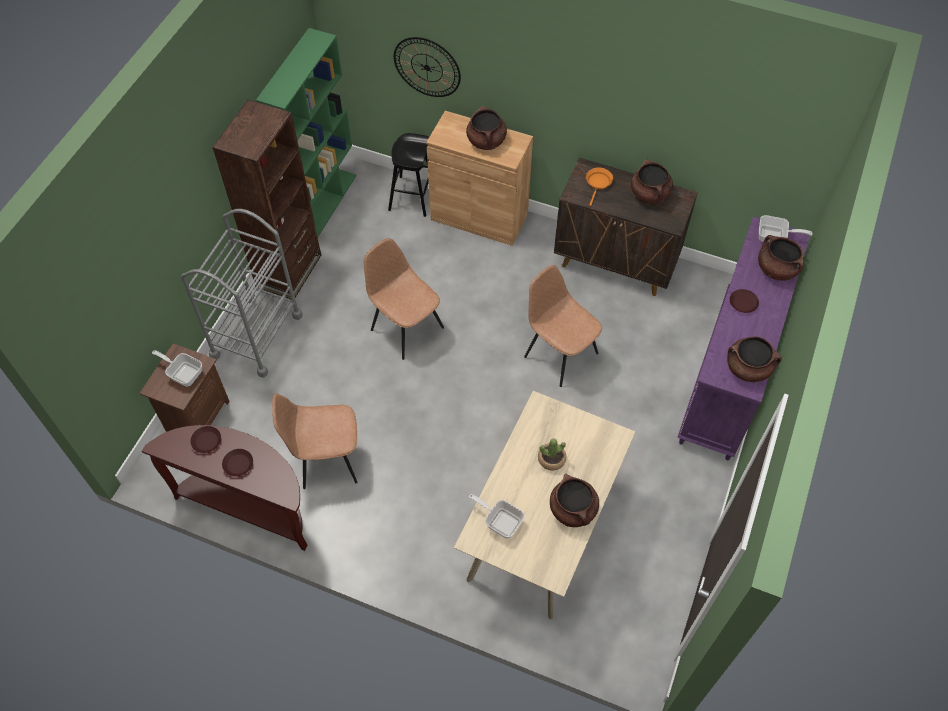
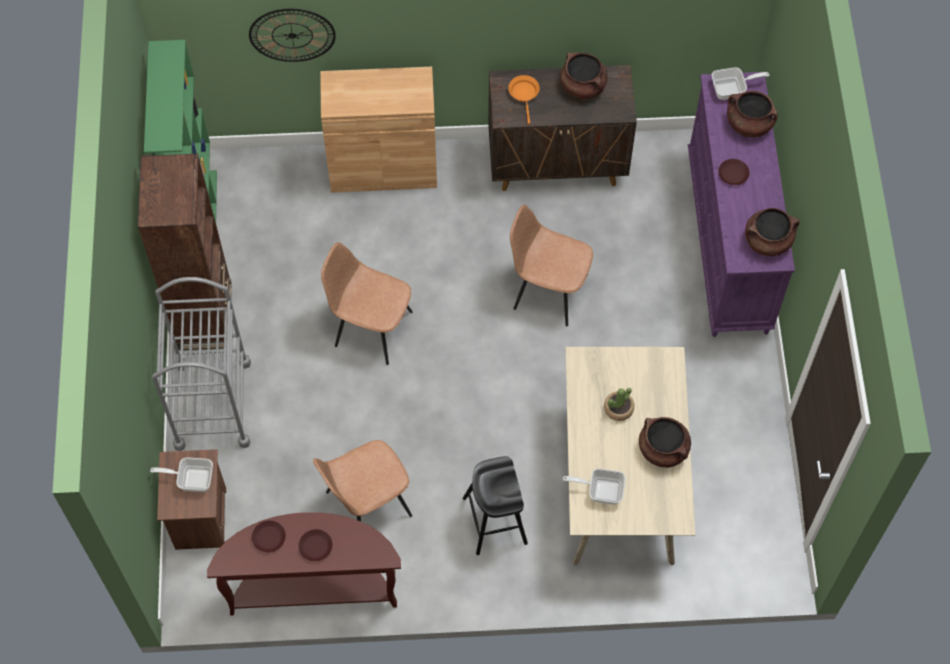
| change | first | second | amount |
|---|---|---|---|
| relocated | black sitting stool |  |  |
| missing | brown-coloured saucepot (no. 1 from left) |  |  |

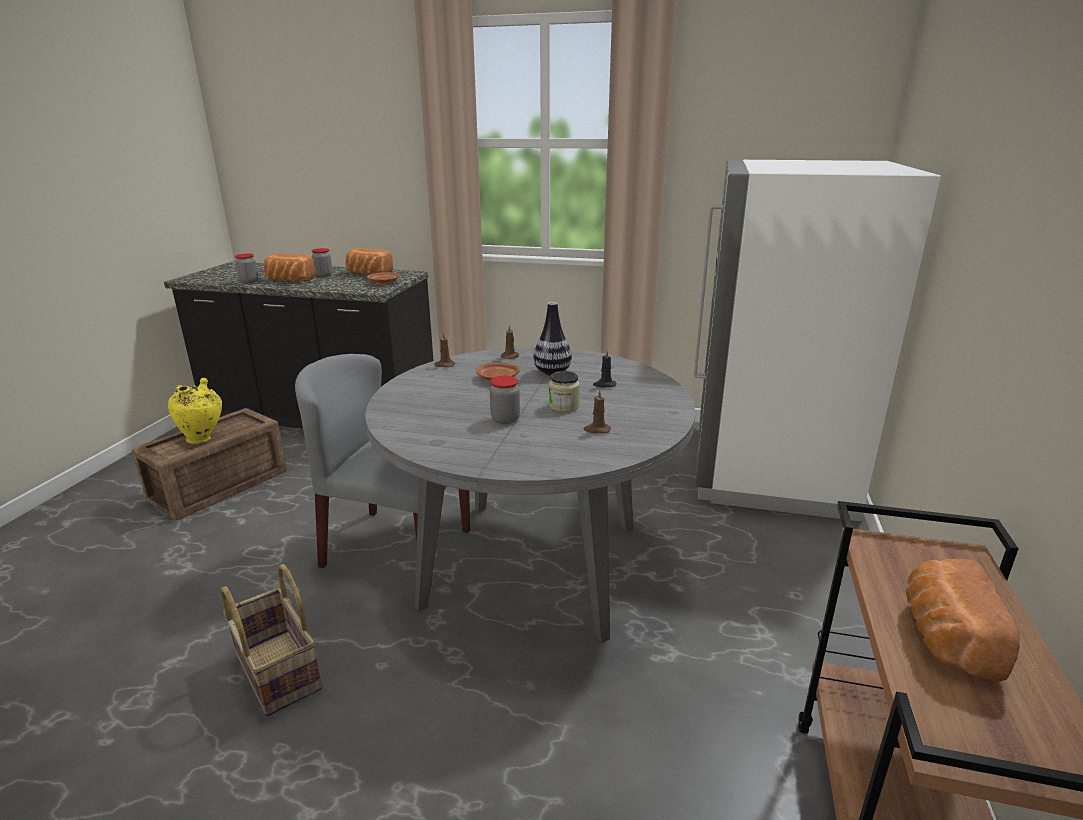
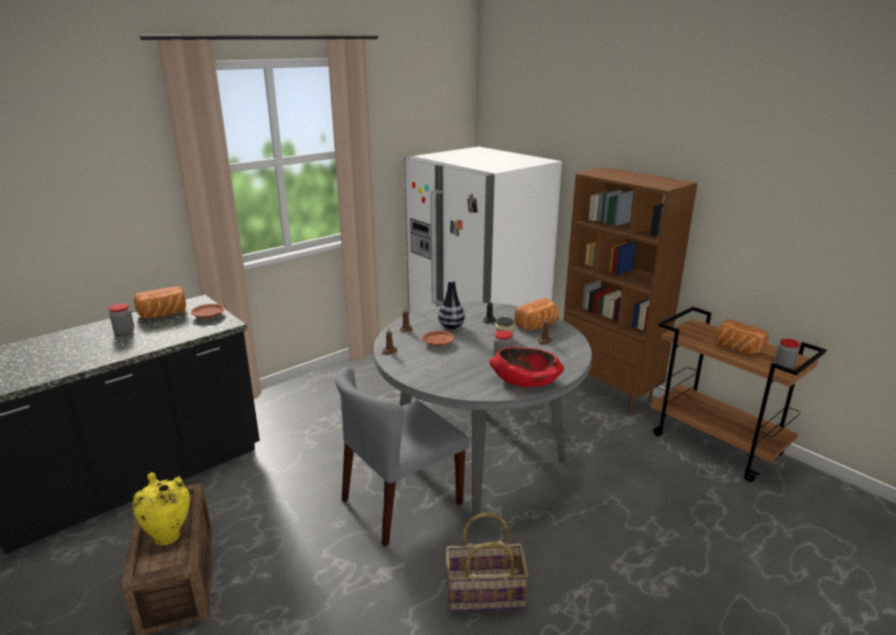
| change | first | second | amount |
|---|---|---|---|
| relocated | jar (no. 1 from left in the first image) | jar (no. 4 from left) |  |
| relocated | baked bread (no. 1 from left in the first image) | baked bread (no. 2 from left) |  |
| appeared |  | red bowl |  |
| appeared |  | brown-coloured bookcase |  |

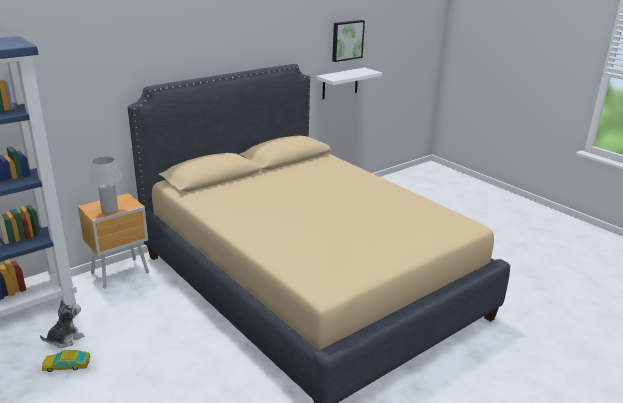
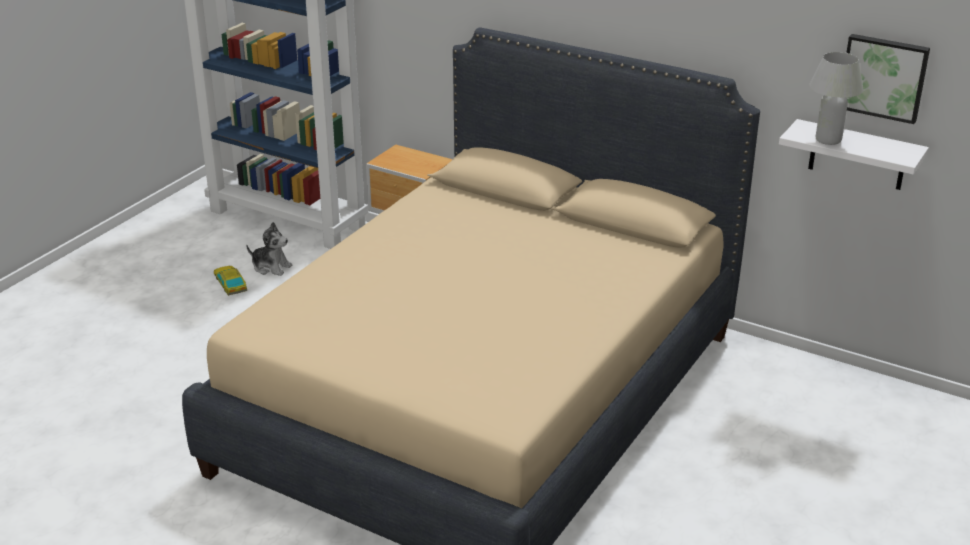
| change | first | second | amount |
|---|---|---|---|
| relocated | whitish table lamp |  |  |

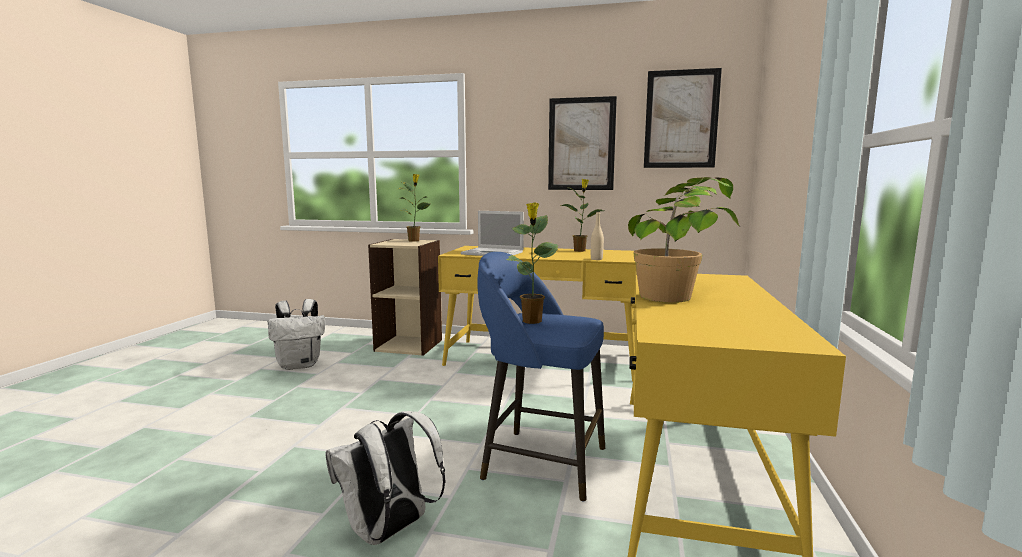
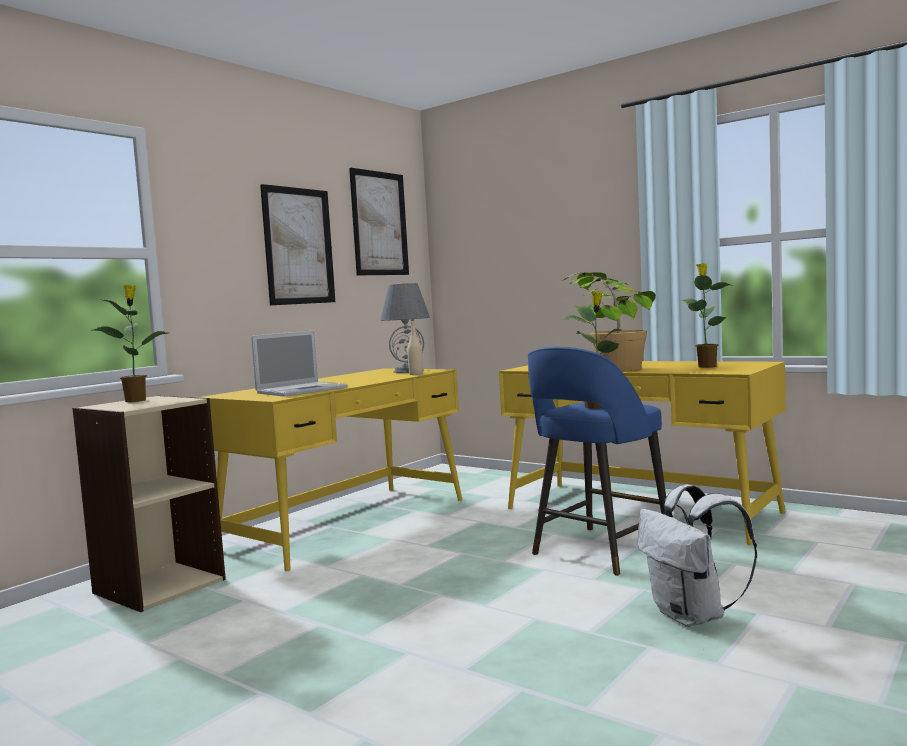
| change | first | second | amount |
|---|---|---|---|
| missing | whitish rucksack (no. 1 from left) |  |  |
| relocated | potted plant (no. 3 from left in the first image) | potted plant (no. 4 from left) |  |
| appeared |  | greyish table lamp |  |

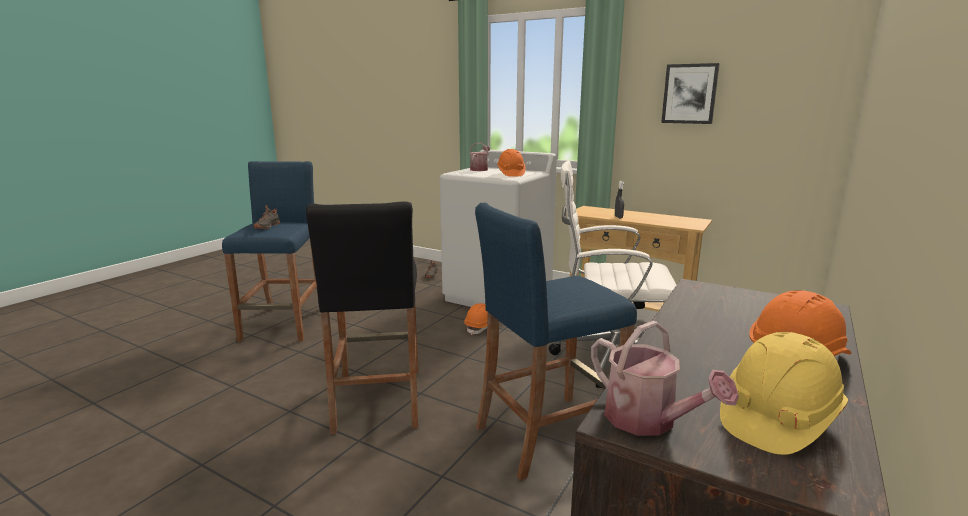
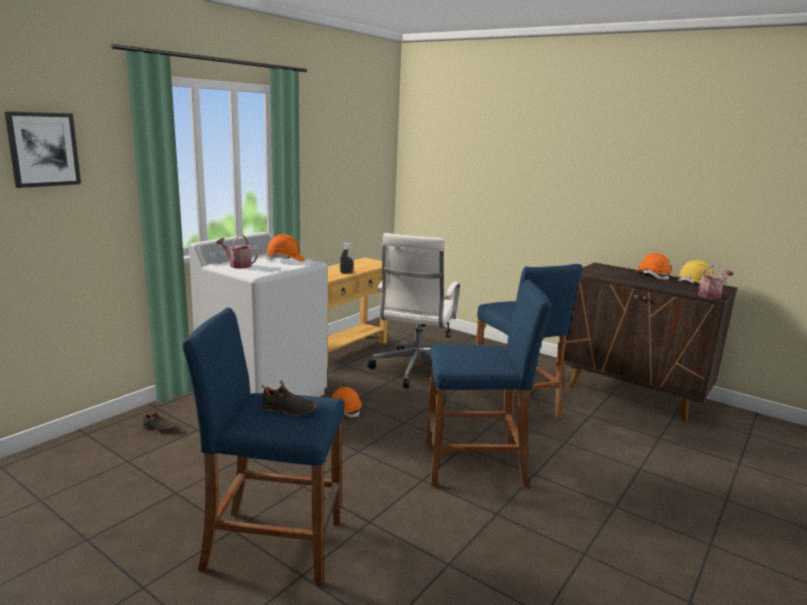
| change | first | second | amount |
|---|---|---|---|
| colour | black sitting stool | blue-coloured sitting stool (no. 2 from left) |  |
| relocated | picture |  |  |

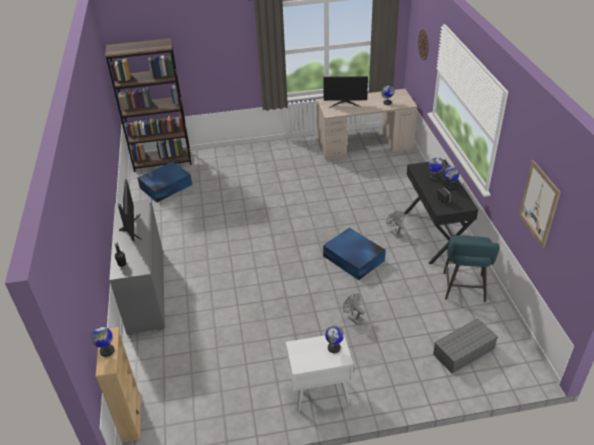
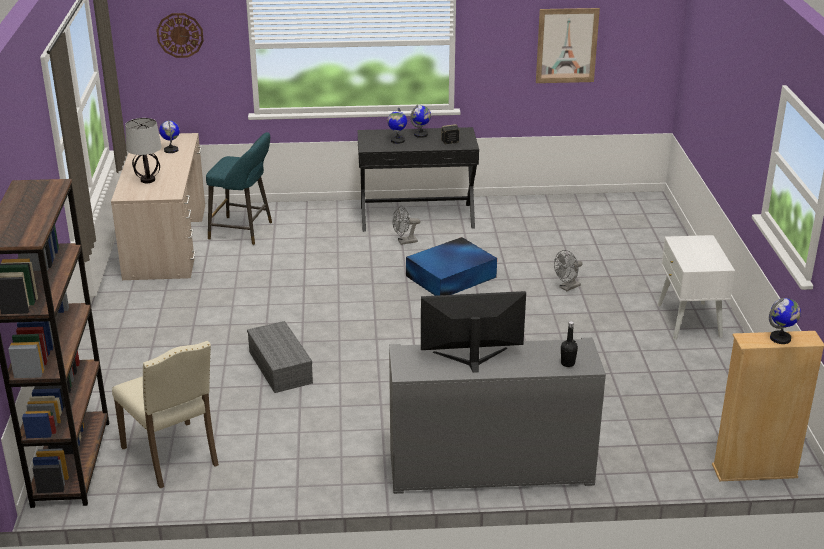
| change | first | second | amount |
|---|---|---|---|
| exchanged | blue-coloured storage container (no. 1 from left) | beige-coloured plain chair |  |
| exchanged | monitor (no. 2 from left) | table lamp |  |
| missing | desk globe (no. 2 from left) |  |  |
| relocated | greyish storage container |  |  |
| relocated | turquoise-coloured sitting stool |  |  |

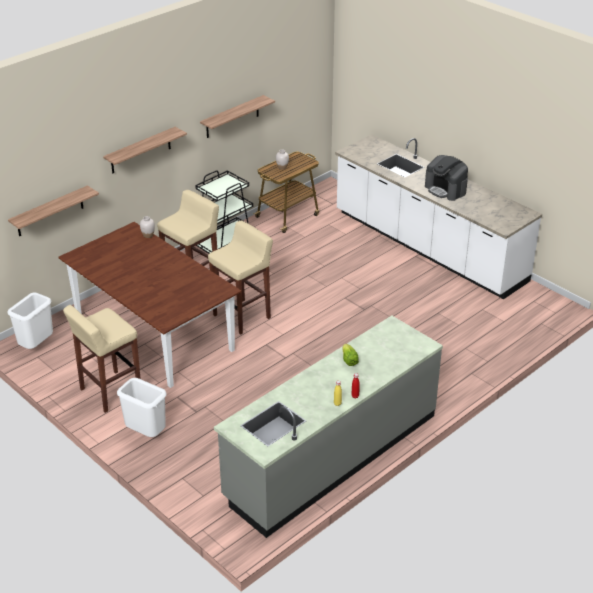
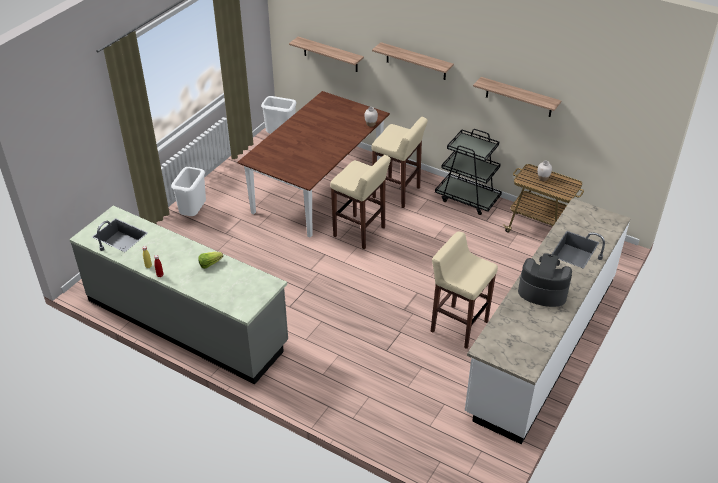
| change | first | second | amount |
|---|---|---|---|
| relocated | beige-coloured sitting stool (no. 1 from left in the first image) | beige-coloured sitting stool (no. 3 from left) |  |
| spun | coffee machine |  | 75 degrees clockwise |

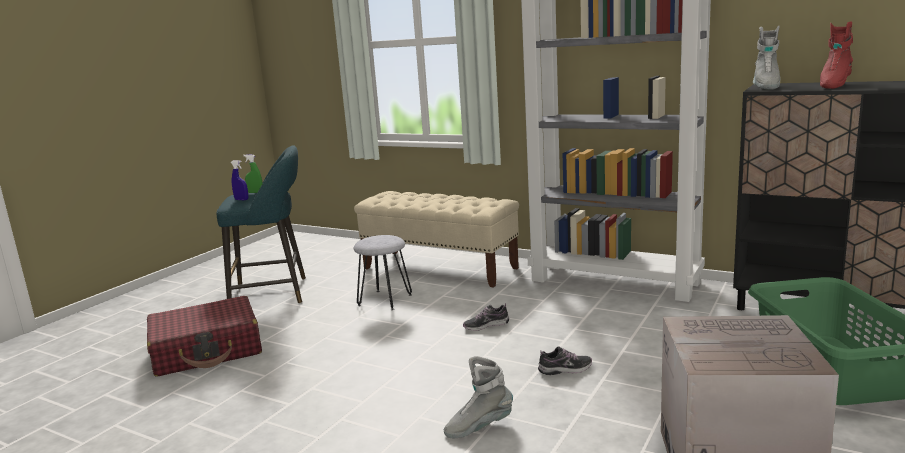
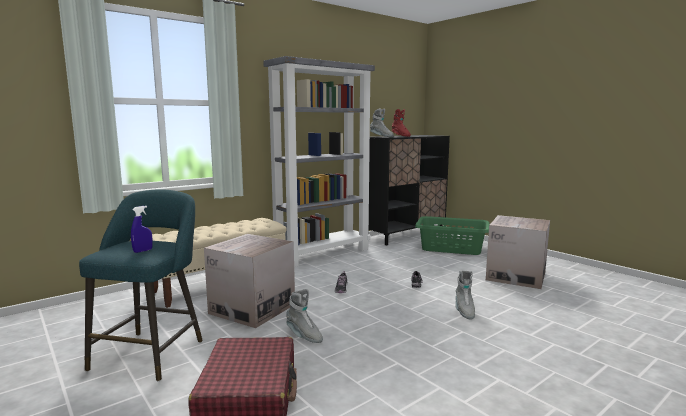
| change | first | second | amount |
|---|---|---|---|
| missing | green spray bottle |  |  |
| exchanged | greyish sitting stool | packing box (no. 1 from left) |  |
| appeared |  | greyish boot (no. 1 from left) |  |

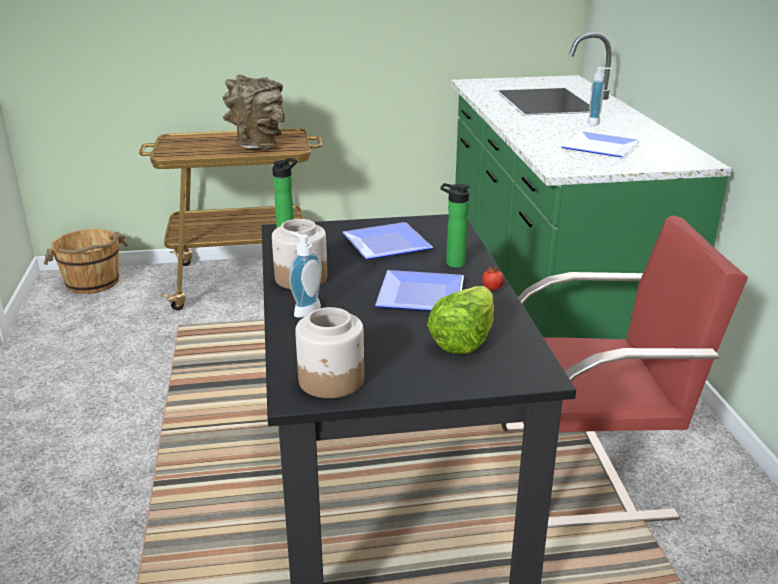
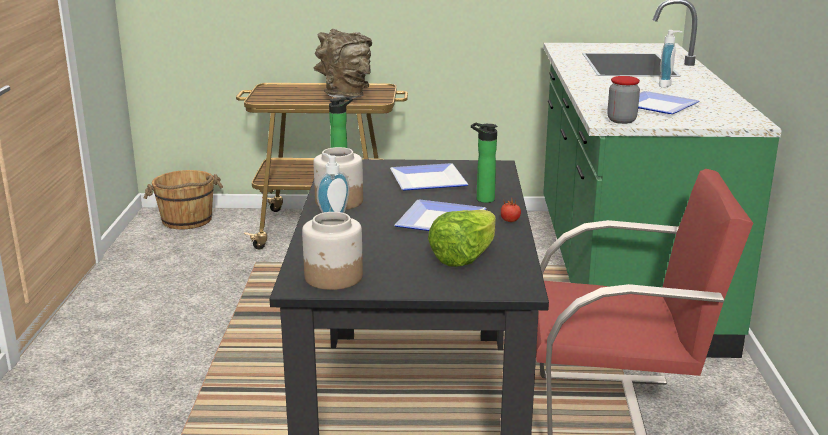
| change | first | second | amount |
|---|---|---|---|
| appeared |  | jar (no. 3 from left) |  |

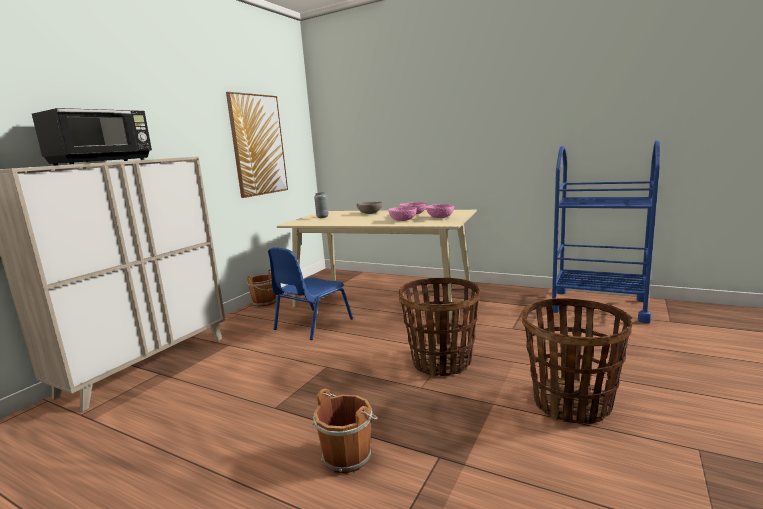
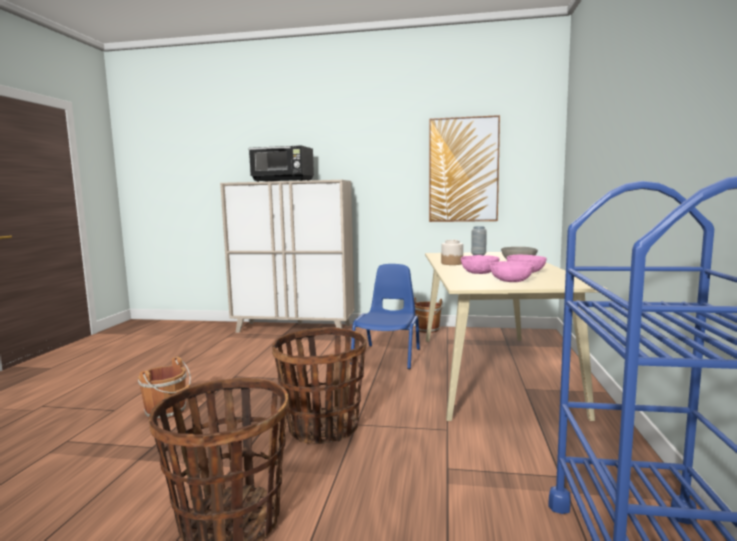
| change | first | second | amount |
|---|---|---|---|
| spun | blue-coloured plain chair |  | 90 degrees clockwise |
| appeared |  | jar |  |

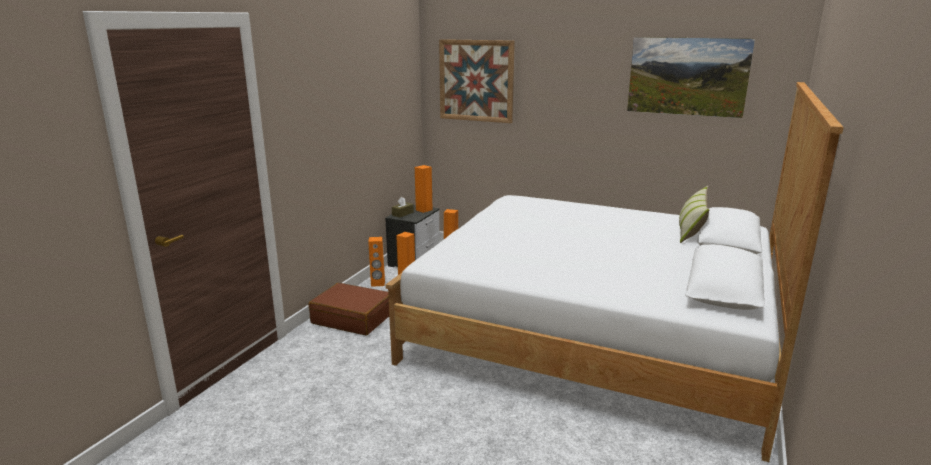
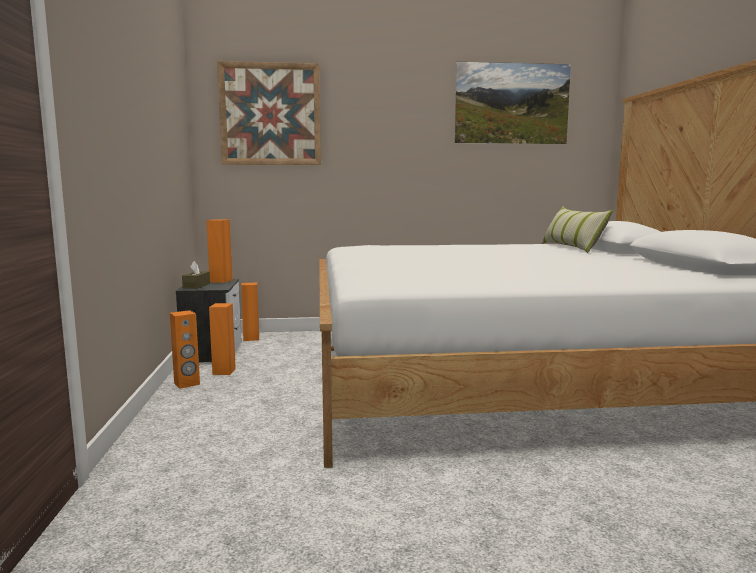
| change | first | second | amount |
|---|---|---|---|
| missing | brown-coloured travel case |  |  |

